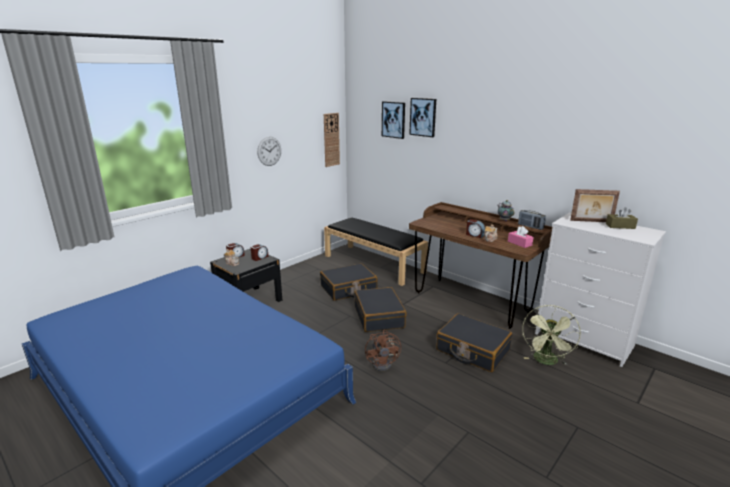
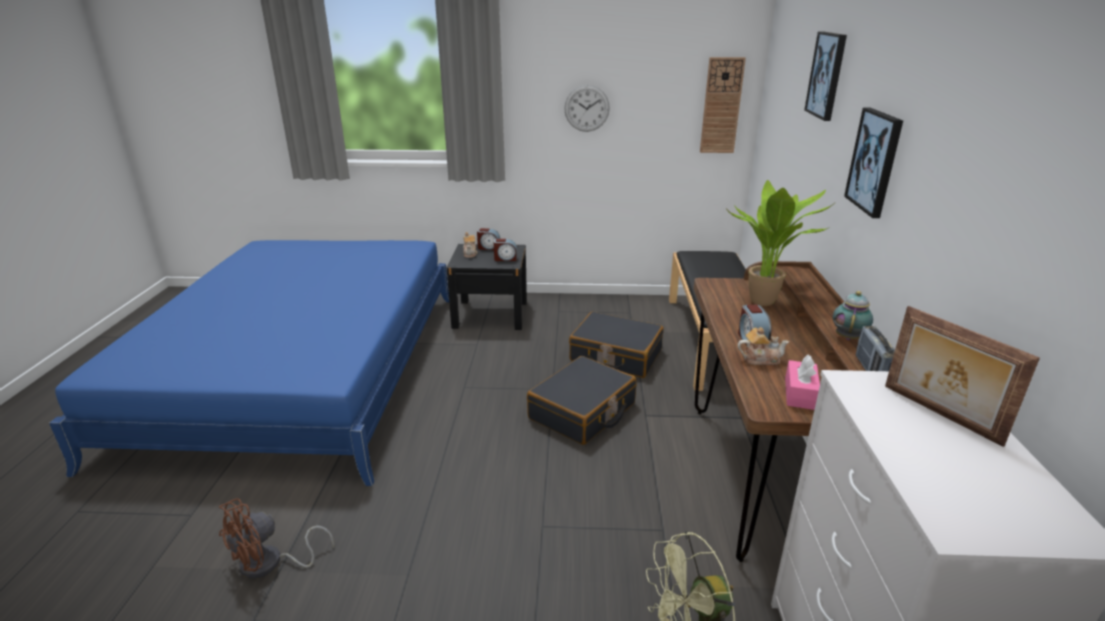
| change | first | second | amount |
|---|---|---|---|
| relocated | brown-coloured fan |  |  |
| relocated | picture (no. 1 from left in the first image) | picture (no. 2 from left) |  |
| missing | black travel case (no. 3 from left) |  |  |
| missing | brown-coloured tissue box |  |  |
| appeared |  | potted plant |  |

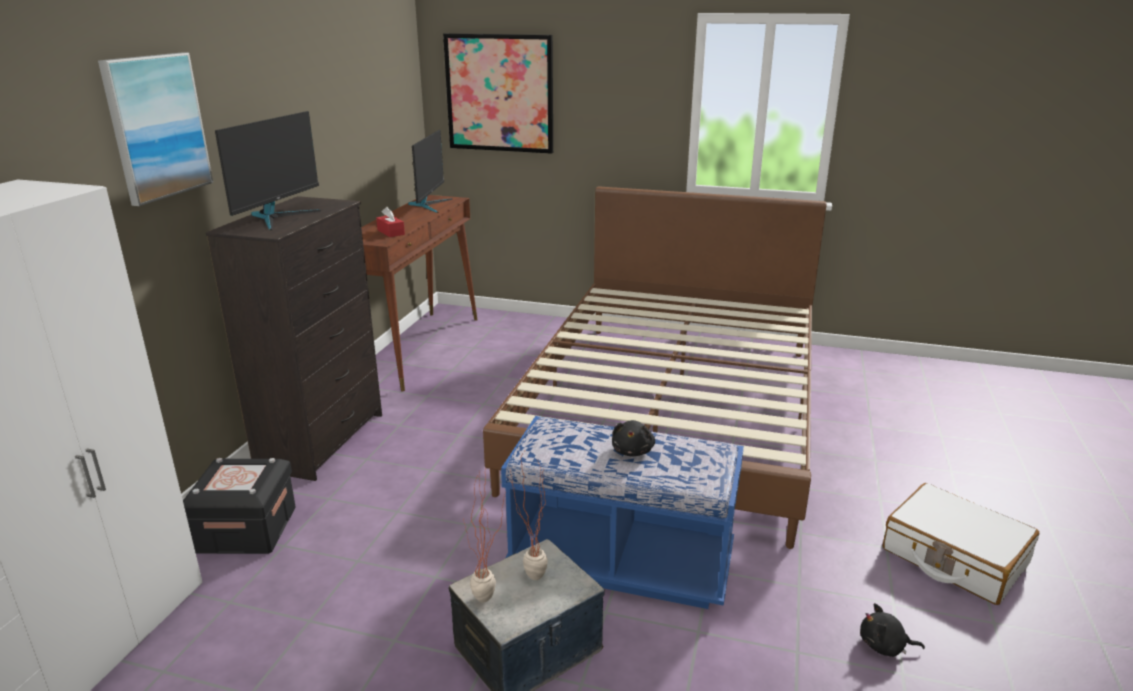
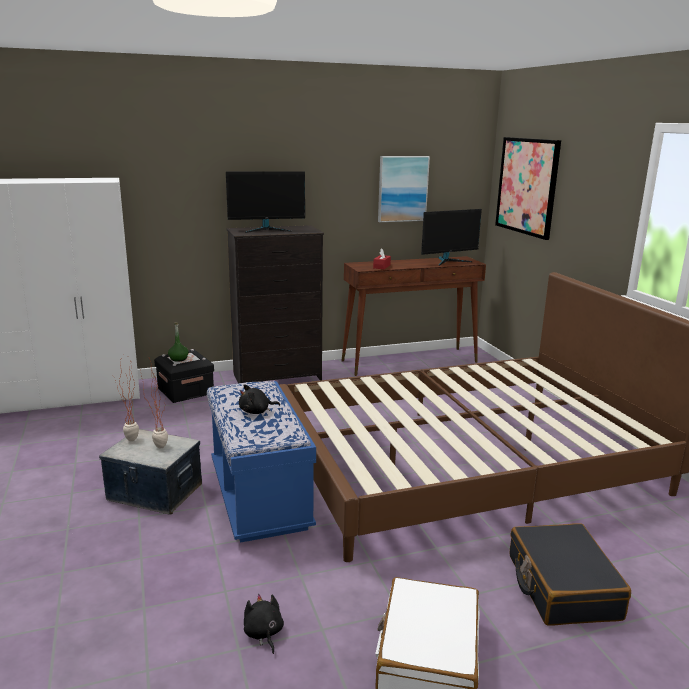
| change | first | second | amount |
|---|---|---|---|
| relocated | picture (no. 1 from left) |  |  |
| appeared |  | green drink bottle |  |
| appeared |  | black travel case |  |

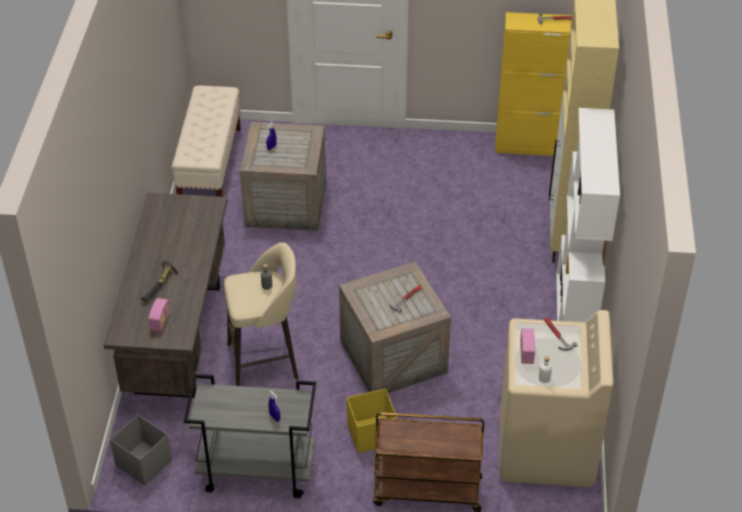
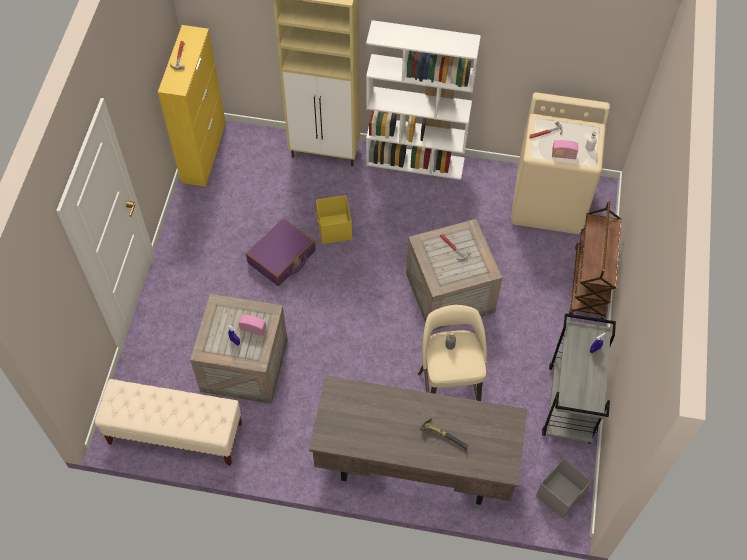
| change | first | second | amount |
|---|---|---|---|
| relocated | radio (no. 1 from left) |  |  |
| relocated | yellowish storage container |  |  |
| appeared |  | purple travel case |  |

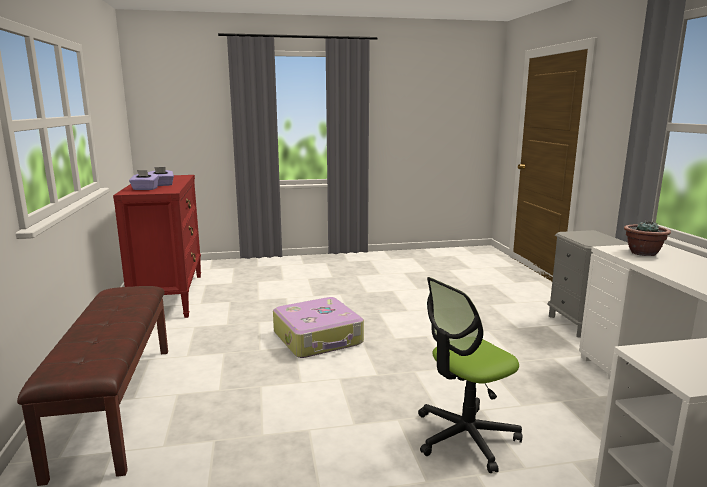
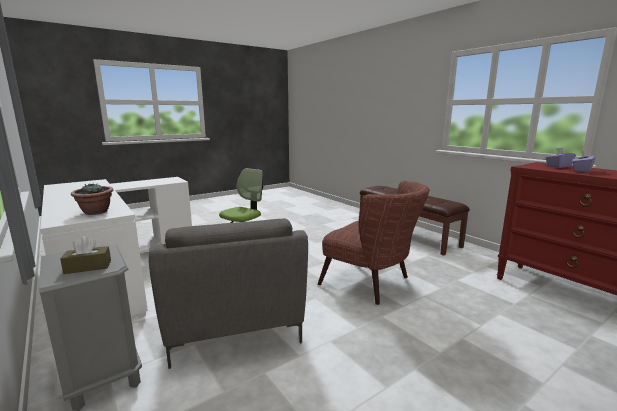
| change | first | second | amount |
|---|---|---|---|
| exchanged | travel case | brown-coloured lounge chair |  |
| appeared |  | brown-coloured tissue box |  |
| appeared |  | greyish lounge chair |  |

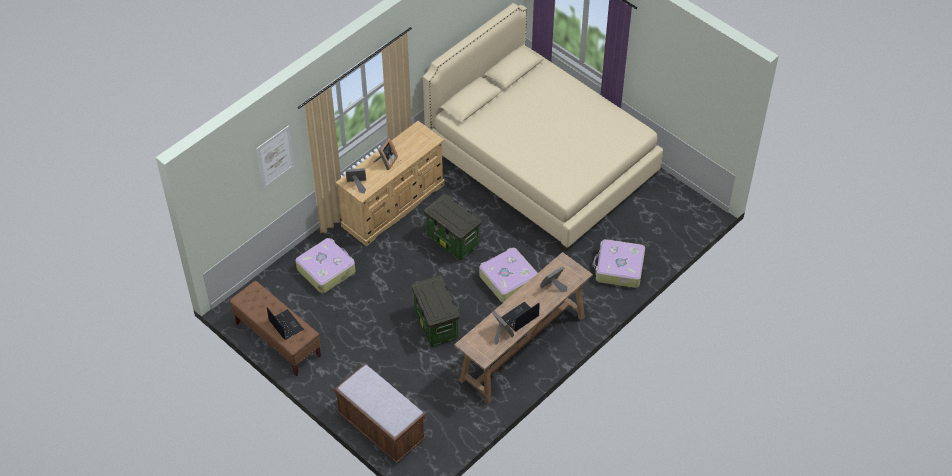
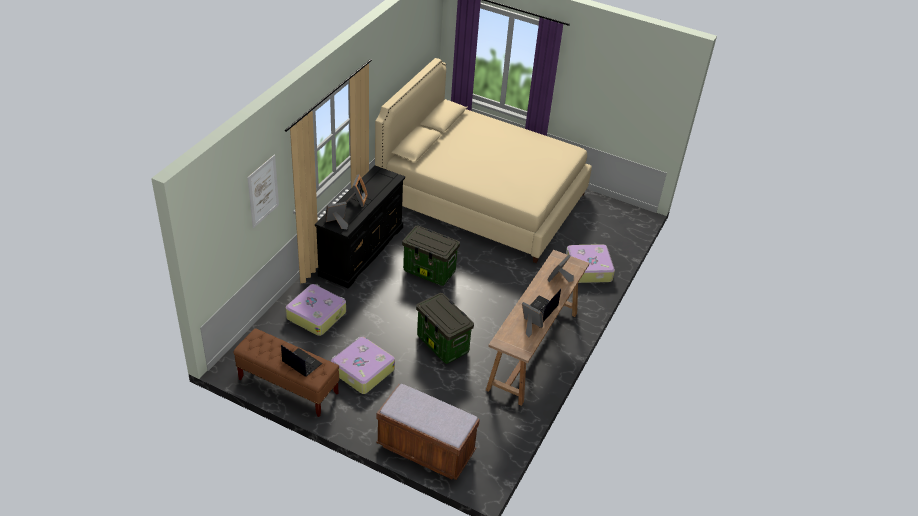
| change | first | second | amount |
|---|---|---|---|
| colour | beige-coloured chest of drawers | black chest of drawers |  |
| relocated | travel case (no. 2 from left) |  |  |

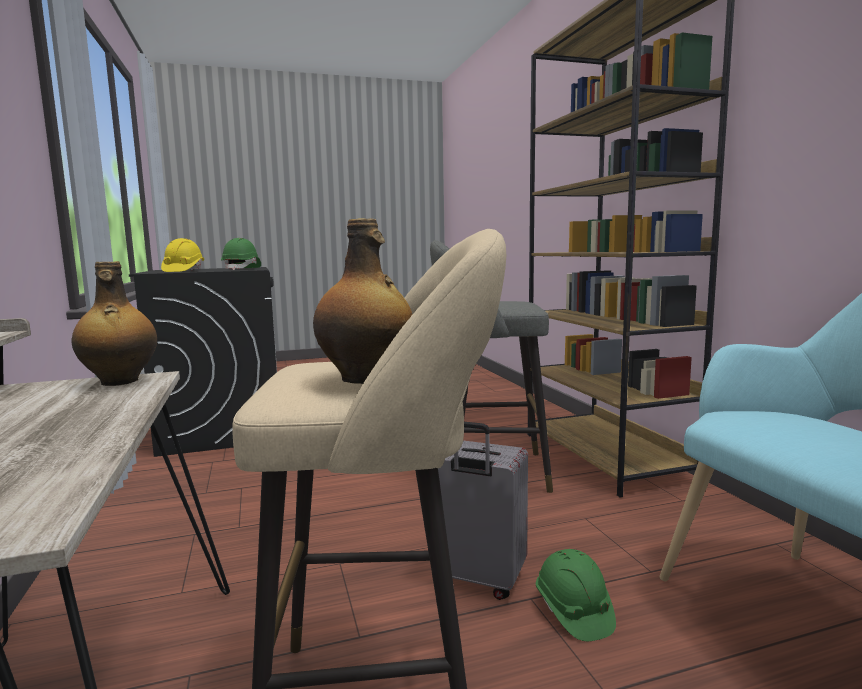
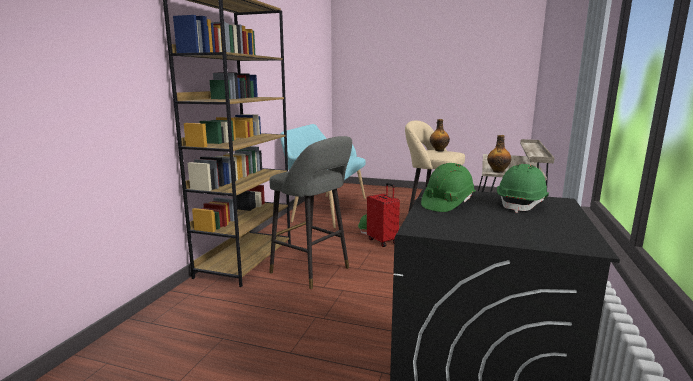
| change | first | second | amount |
|---|---|---|---|
| colour | yellowish safety helmet | green safety helmet (no. 3 from left) |  |
| colour | greyish travel case | red travel case |  |

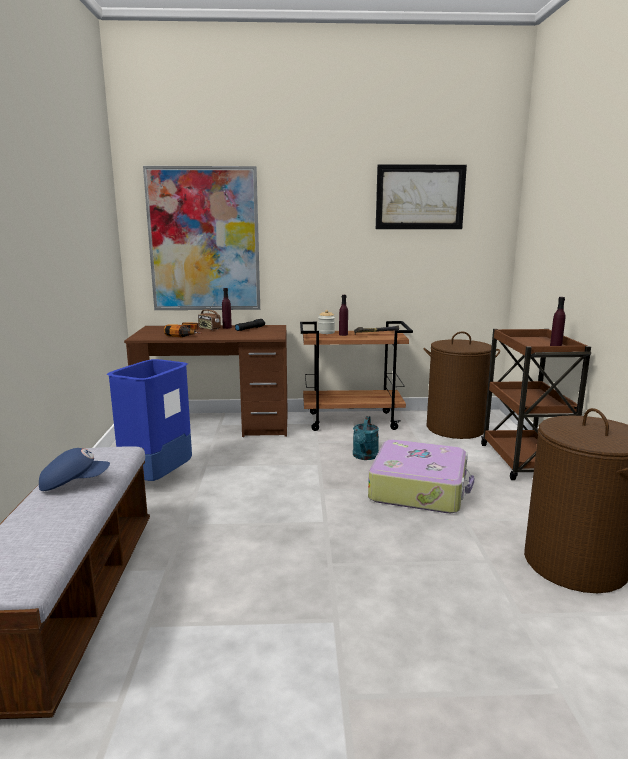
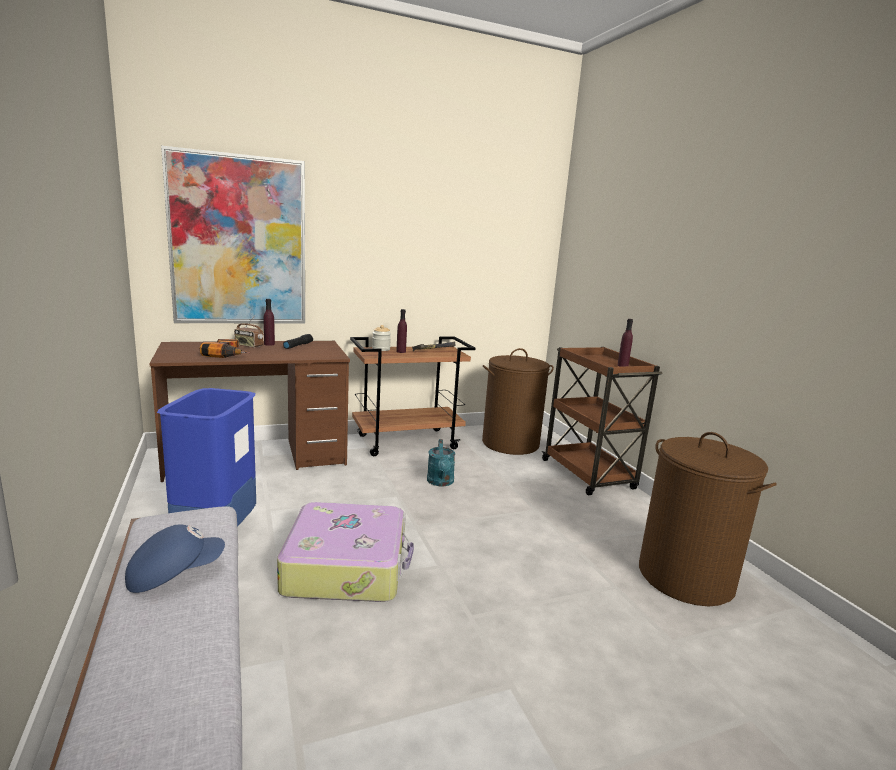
| change | first | second | amount |
|---|---|---|---|
| relocated | travel case |  |  |
| missing | picture (no. 2 from left) |  |  |

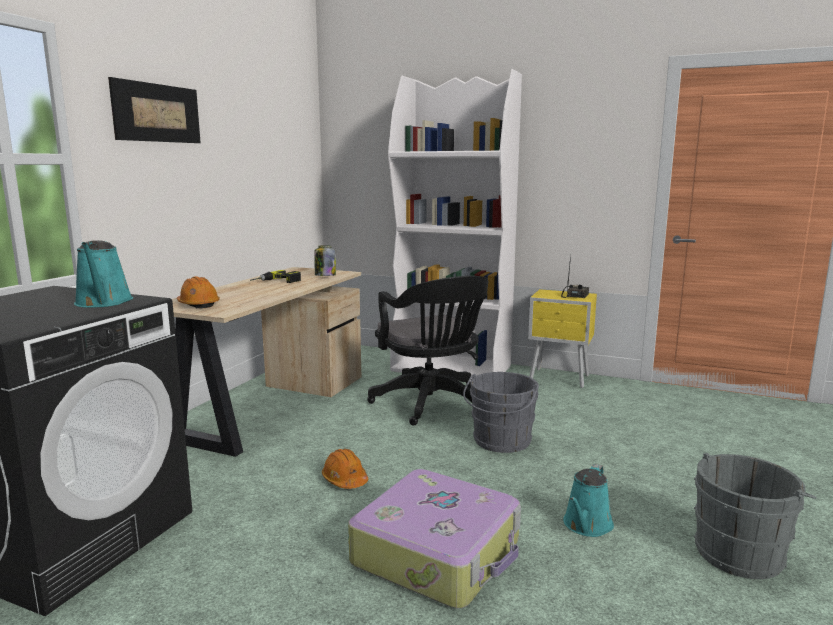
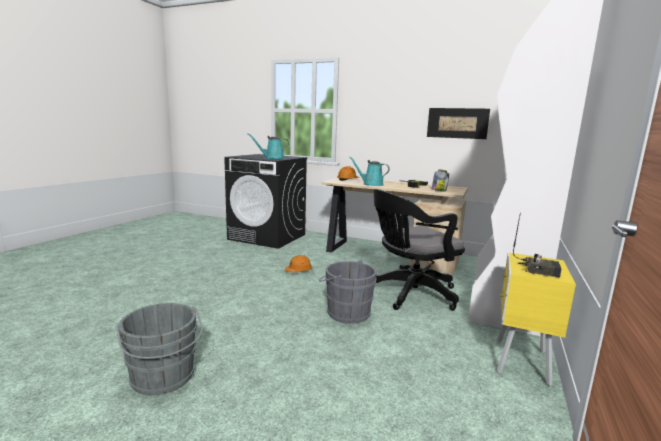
| change | first | second | amount |
|---|---|---|---|
| relocated | picture |  |  |
| missing | travel case |  |  |
| relocated | turquoise-coloured sprinkling can (no. 2 from left) |  |  |

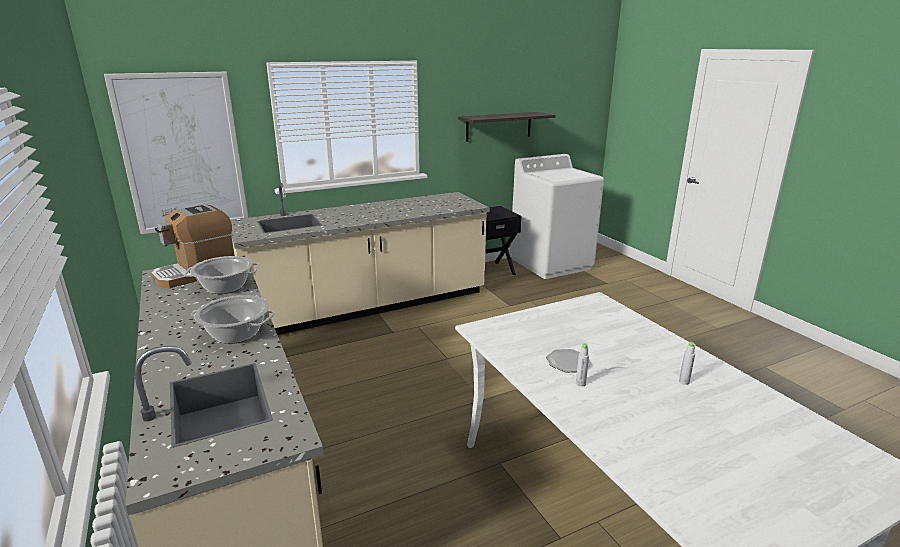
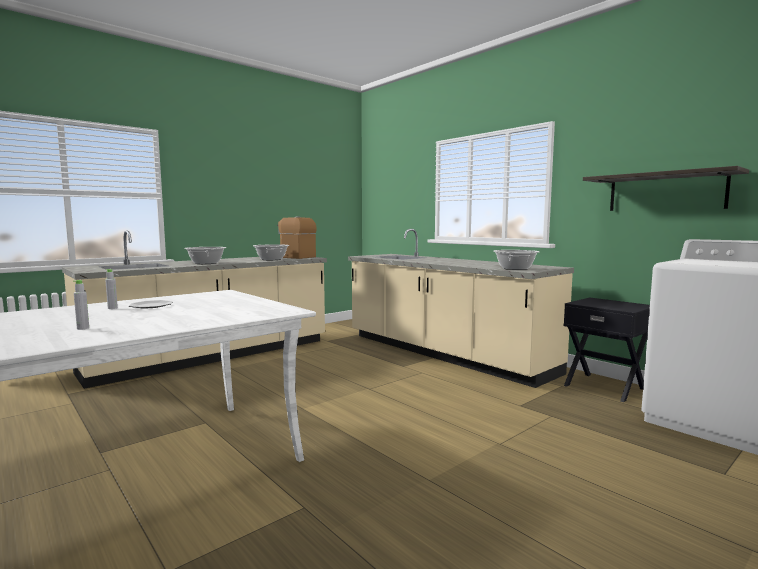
| change | first | second | amount |
|---|---|---|---|
| missing | picture |  |  |
| appeared |  | saucepot (no. 3 from left) |  |

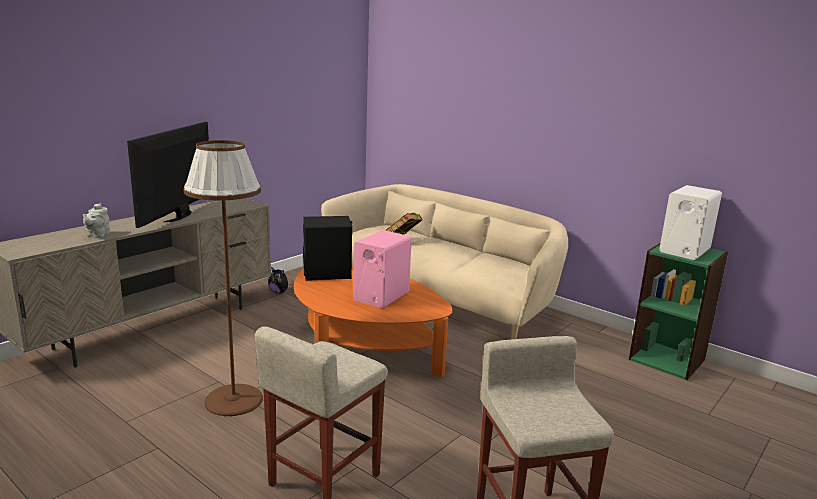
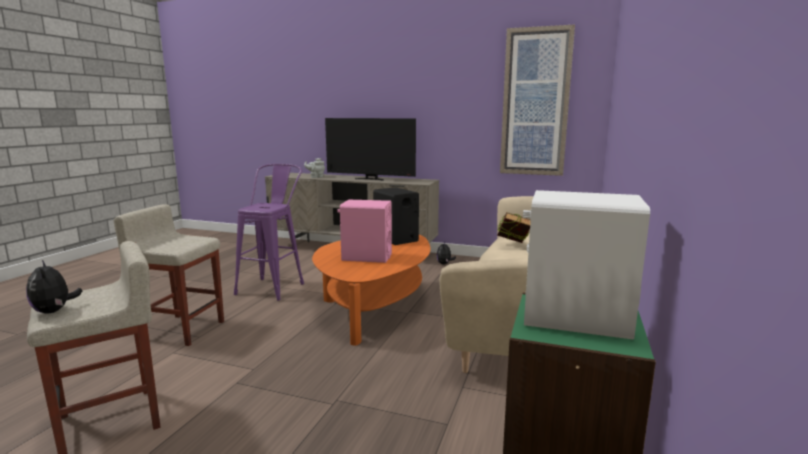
| change | first | second | amount |
|---|---|---|---|
| spun | television |  | 150 degrees counterclockwise |
| exchanged | brown-coloured standing lamp | purple sitting stool |  |
| appeared |  | plush toy (no. 1 from left) |  |
| appeared |  | picture |  |

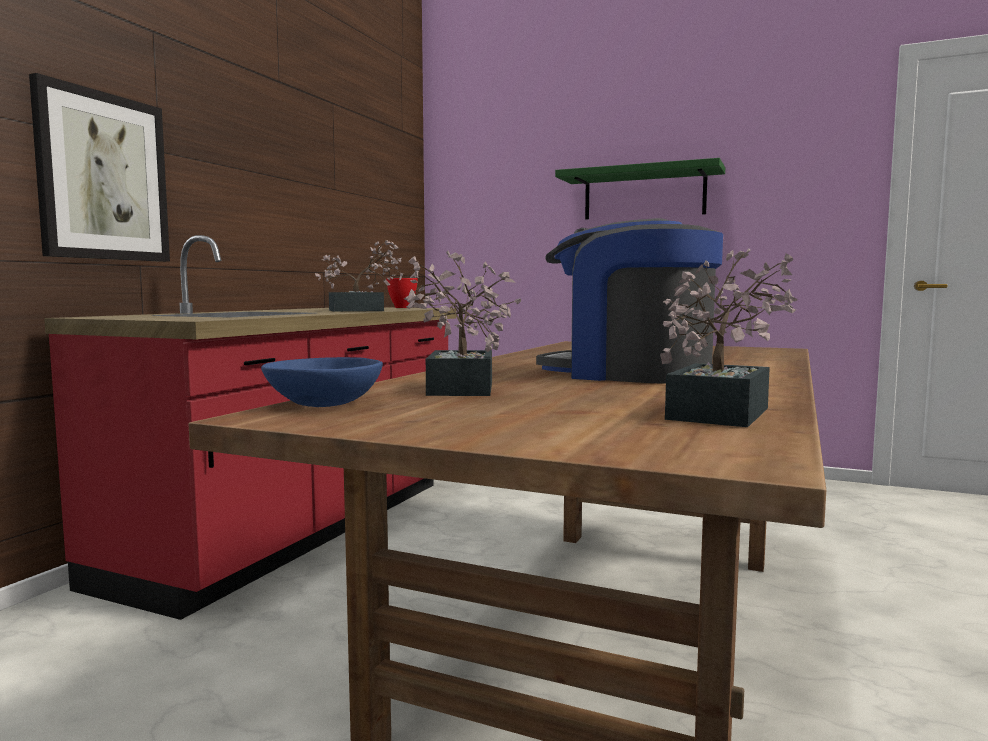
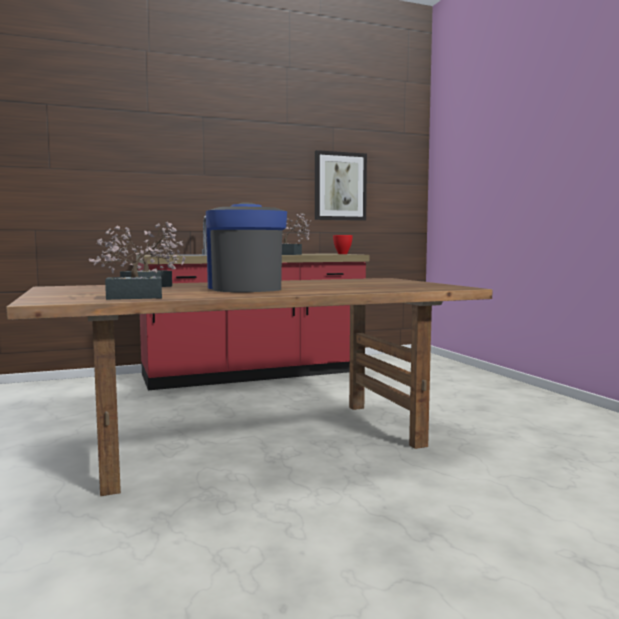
| change | first | second | amount |
|---|---|---|---|
| relocated | picture |  |  |
| missing | blue-coloured bowl |  |  |
| missing | green bracket shelf |  |  |

